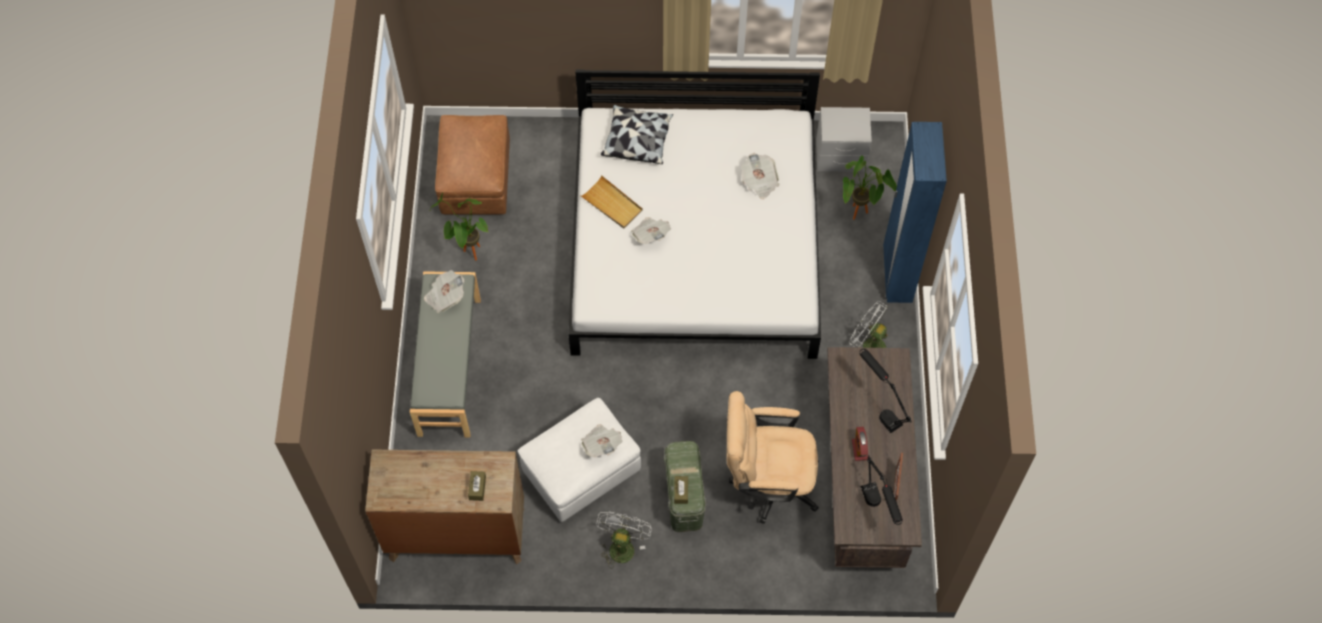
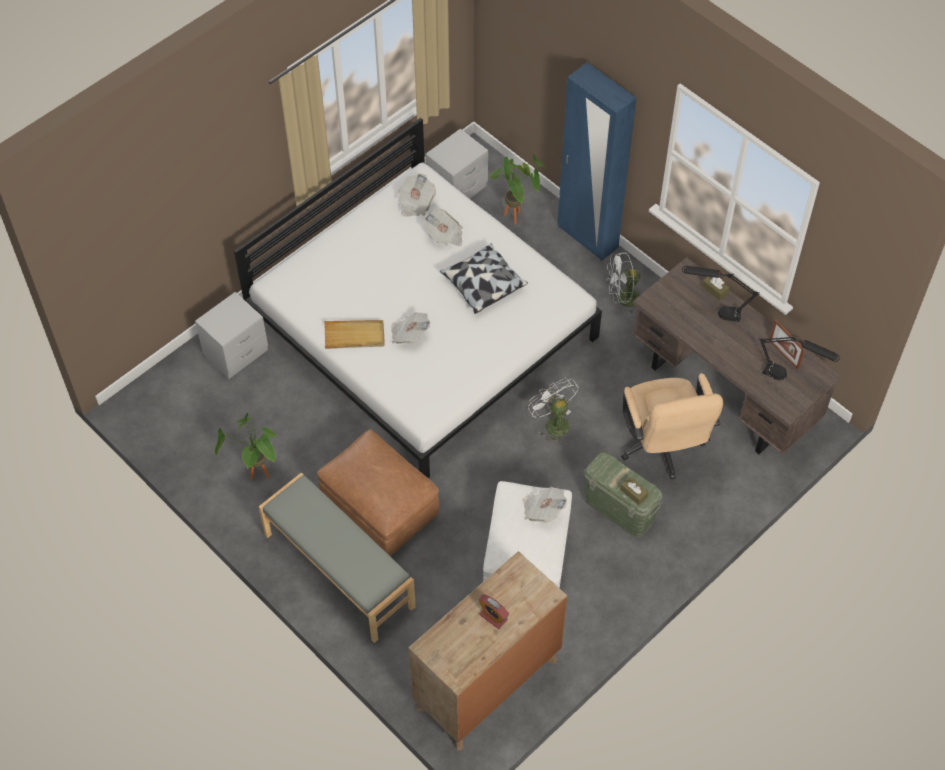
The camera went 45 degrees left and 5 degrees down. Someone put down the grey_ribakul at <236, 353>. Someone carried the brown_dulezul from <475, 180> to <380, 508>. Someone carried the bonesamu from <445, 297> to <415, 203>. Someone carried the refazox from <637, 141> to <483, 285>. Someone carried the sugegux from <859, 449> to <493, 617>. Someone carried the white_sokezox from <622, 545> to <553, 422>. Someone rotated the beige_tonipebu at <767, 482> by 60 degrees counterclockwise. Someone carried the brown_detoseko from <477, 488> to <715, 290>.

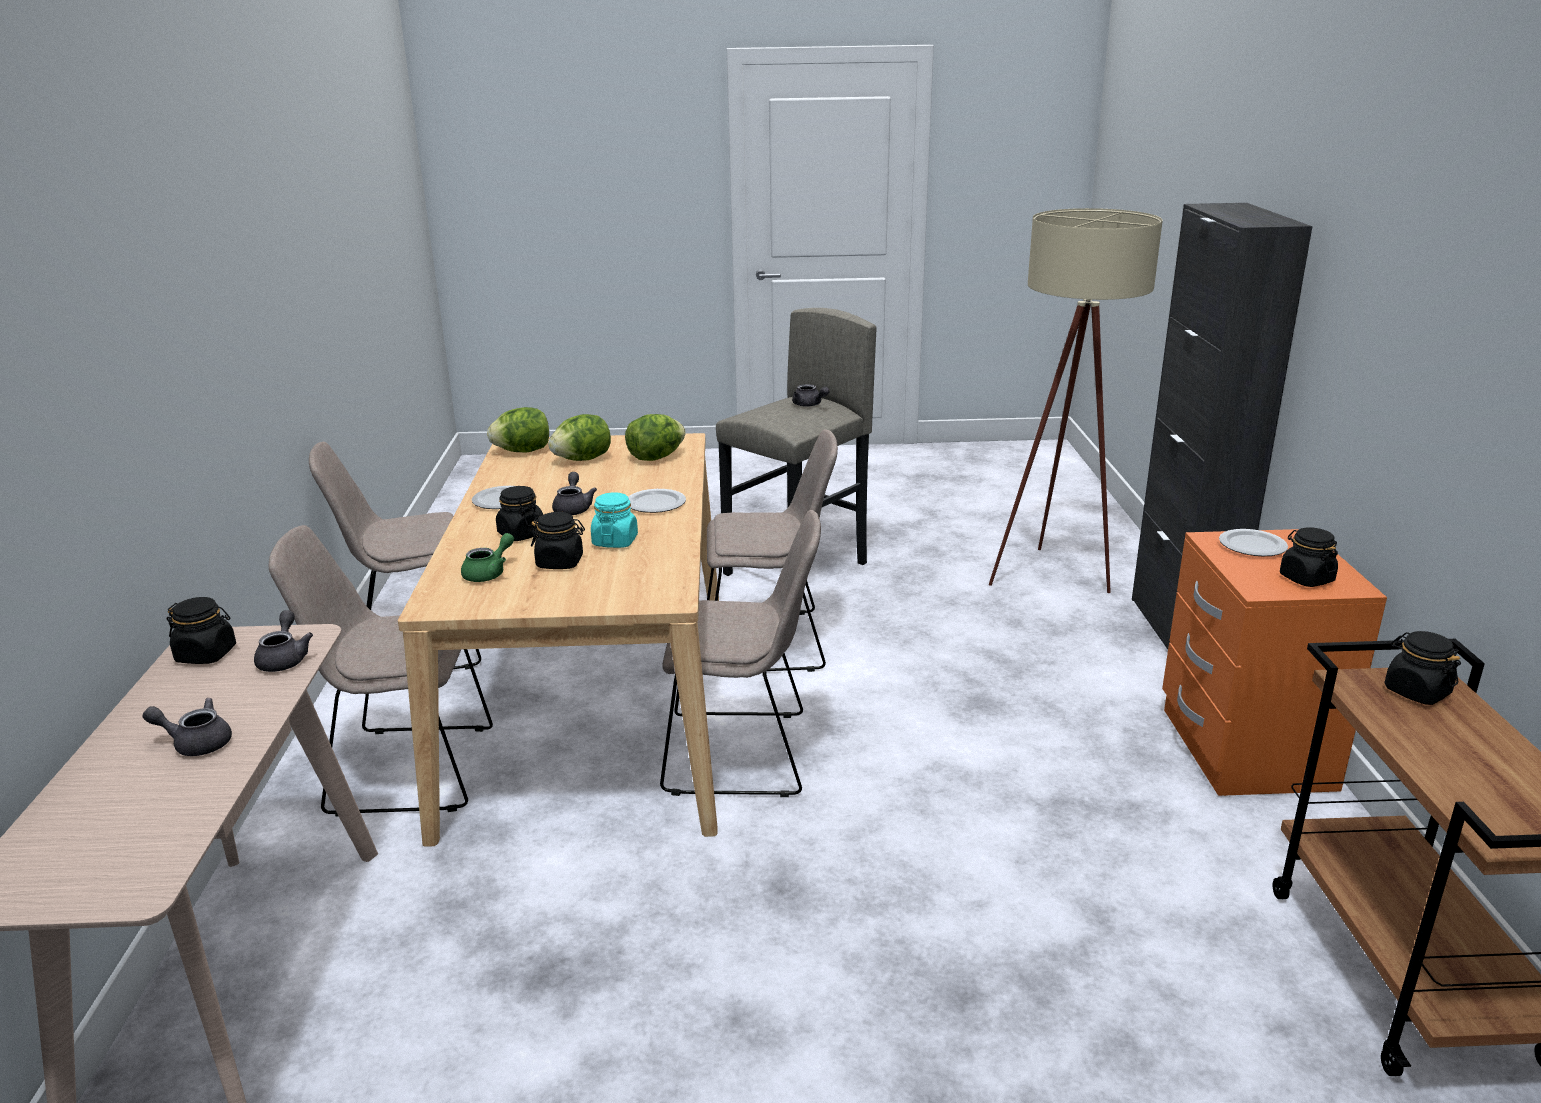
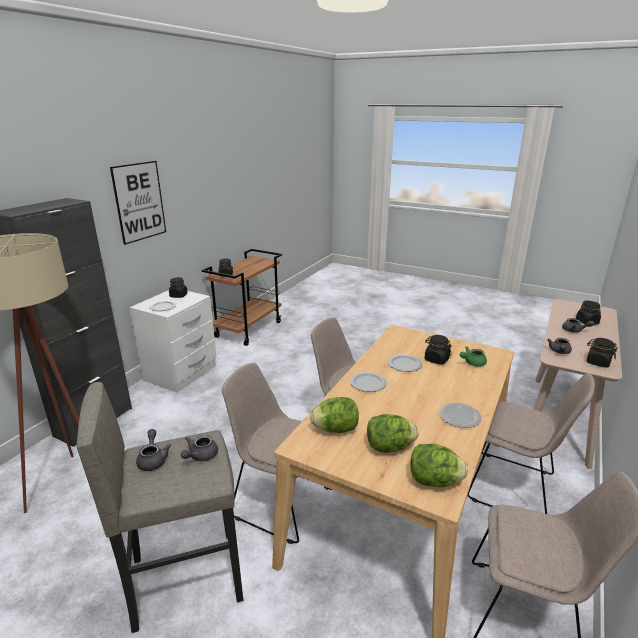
The camera went 150 degrees left and 0 degrees up. Someone put up the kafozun at <139, 202>. Someone repainted the orange_ribakul at <1243, 749>, which became the white_ribakul at <181, 373>. Someone carried the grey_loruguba from <573, 508> to <200, 456>. Someone swapped the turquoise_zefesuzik at <615, 541> for the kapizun at <404, 364>. Someone carried the black_zefesuzik from <521, 534> to <587, 322>.

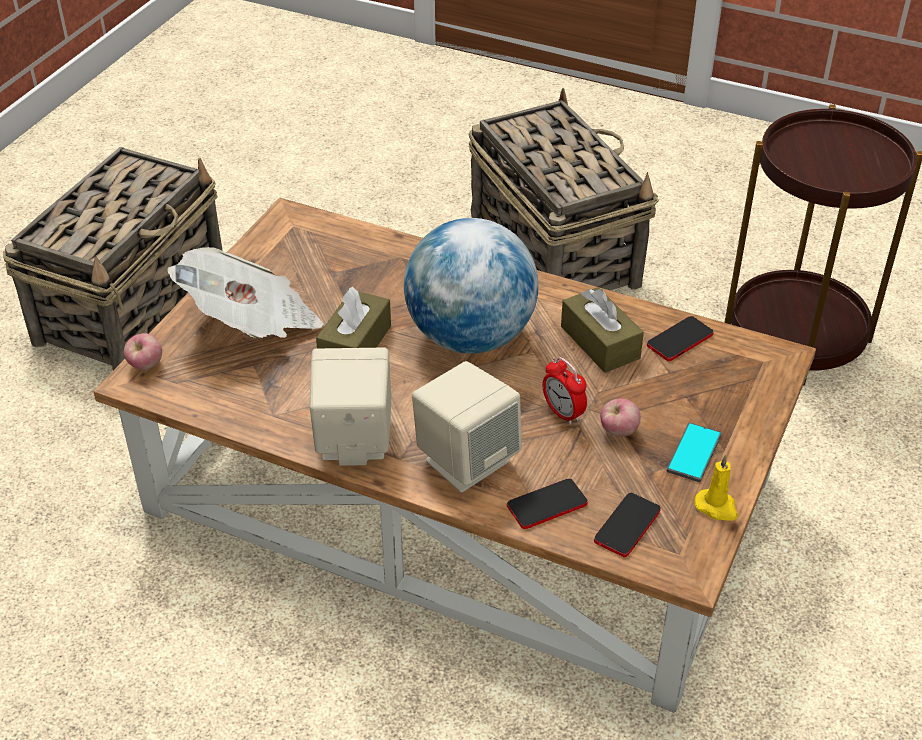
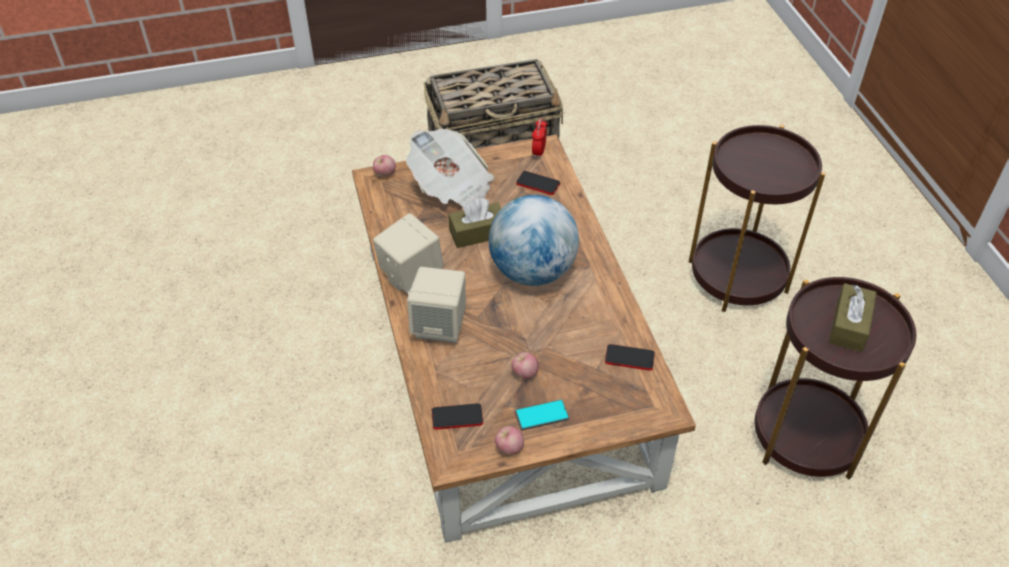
The camera went 50 degrees right and 5 degrees up. Someone swapped the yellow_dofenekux at <717, 507> for the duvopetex at <509, 448>. Someone carried the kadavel from <547, 505> to <538, 184>. Someone carried the sugegux from <563, 413> to <538, 152>. Someone swapped the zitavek at <553, 250> for the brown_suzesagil at <737, 276>. Someone carried the brown_detoseko from <600, 342> to <849, 325>.

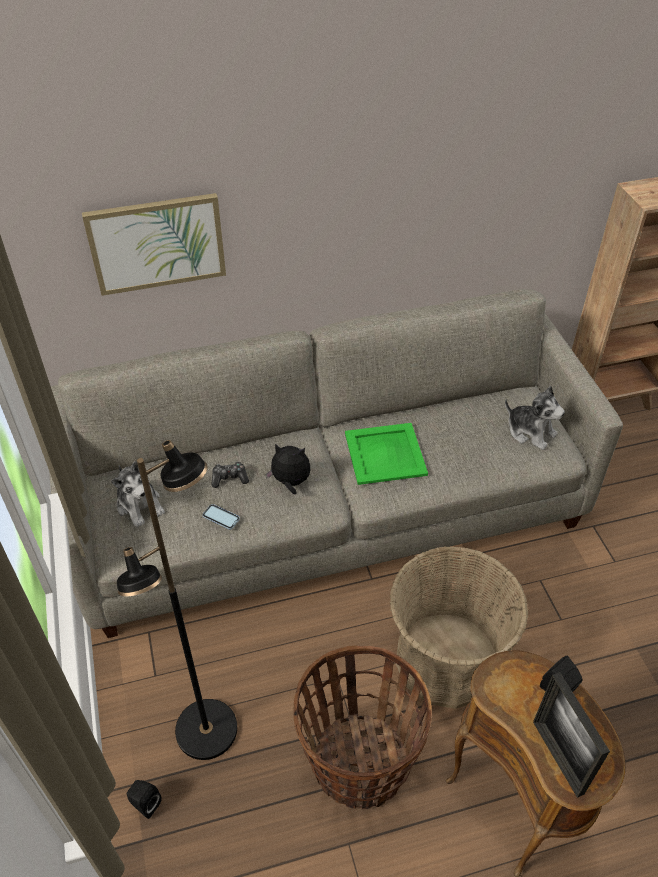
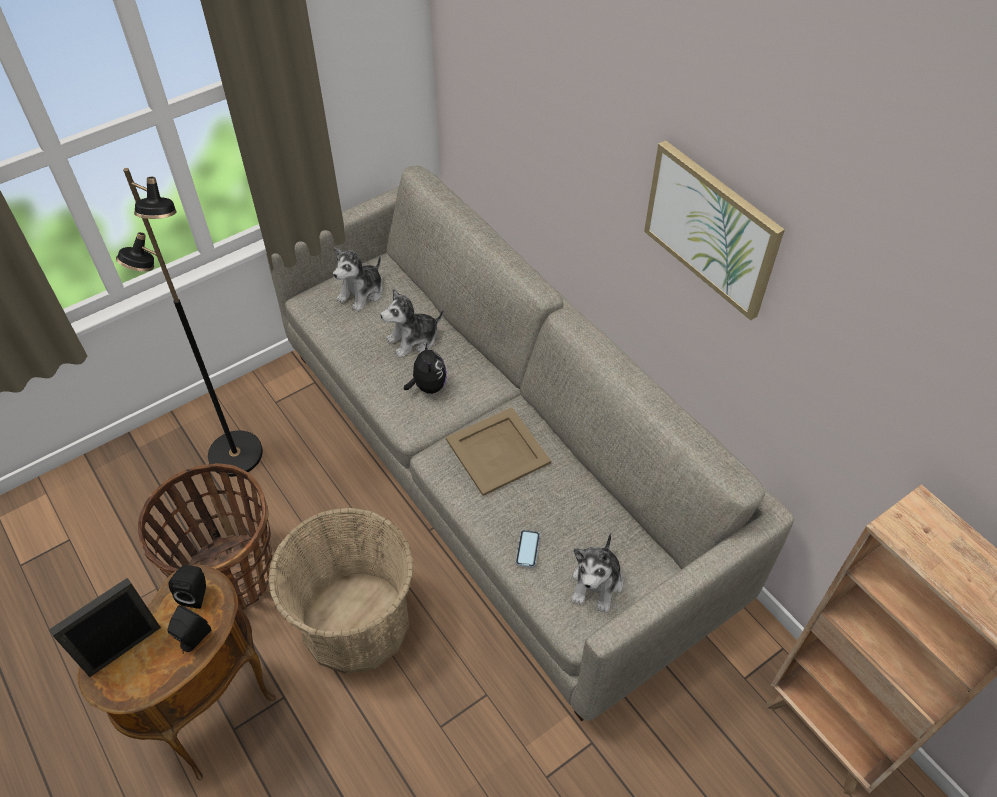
The camera went 70 degrees right and 5 degrees up. Someone carried the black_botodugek from <145, 804> to <196, 594>. Someone swapped the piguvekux at <229, 478> for the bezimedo at <413, 340>. Someone repainted the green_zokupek at <384, 454>, which became the beige_zokupek at <496, 451>. Someone carried the kadavel from <221, 517> to <527, 549>. Someone carried the kafozun from <157, 243> to <711, 228>.

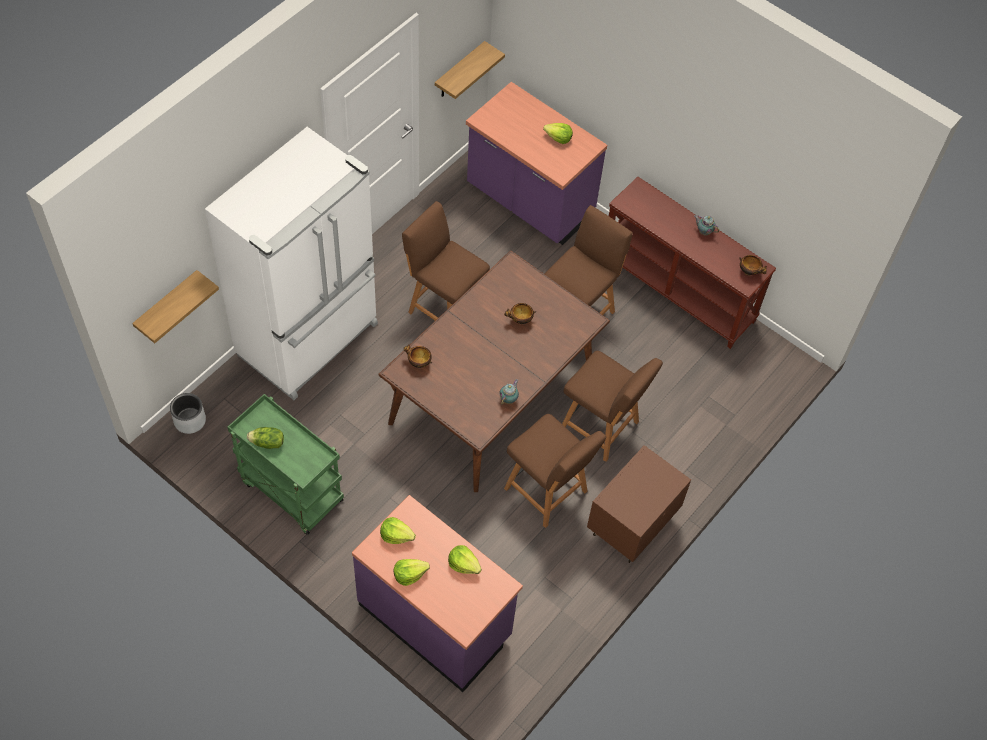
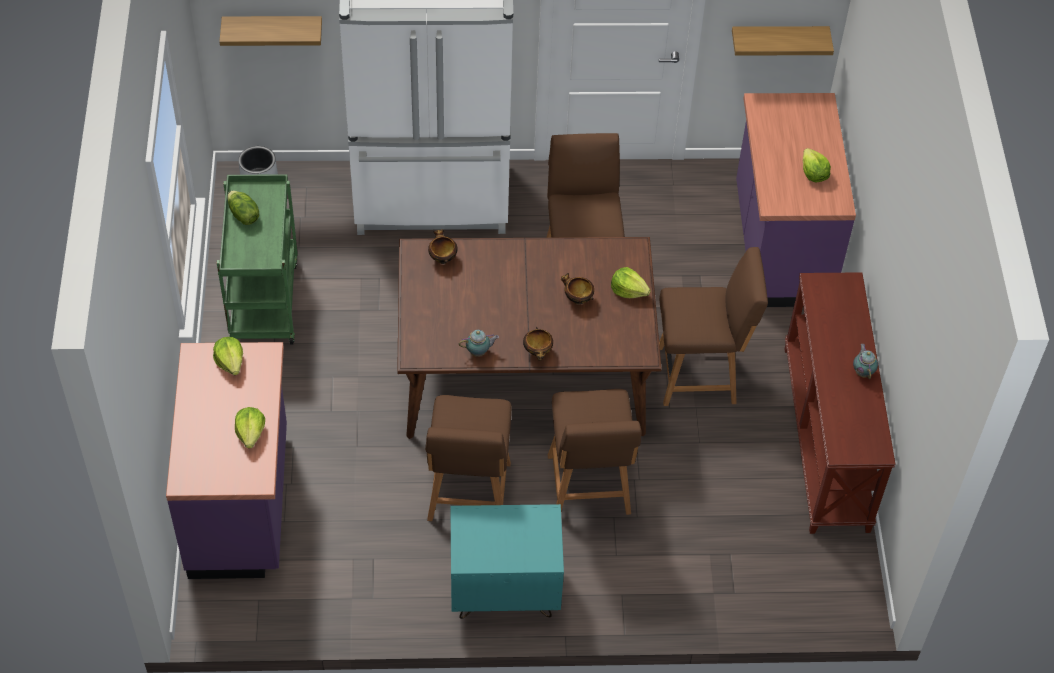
The camera went 50 degrees right and 5 degrees down. Someone repainted the brown_ribakul at <631, 526>, which became the turquoise_ribakul at <504, 592>. Someone carried the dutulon from <749, 272> to <538, 353>. Someone carried the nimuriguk from <409, 574> to <628, 290>.

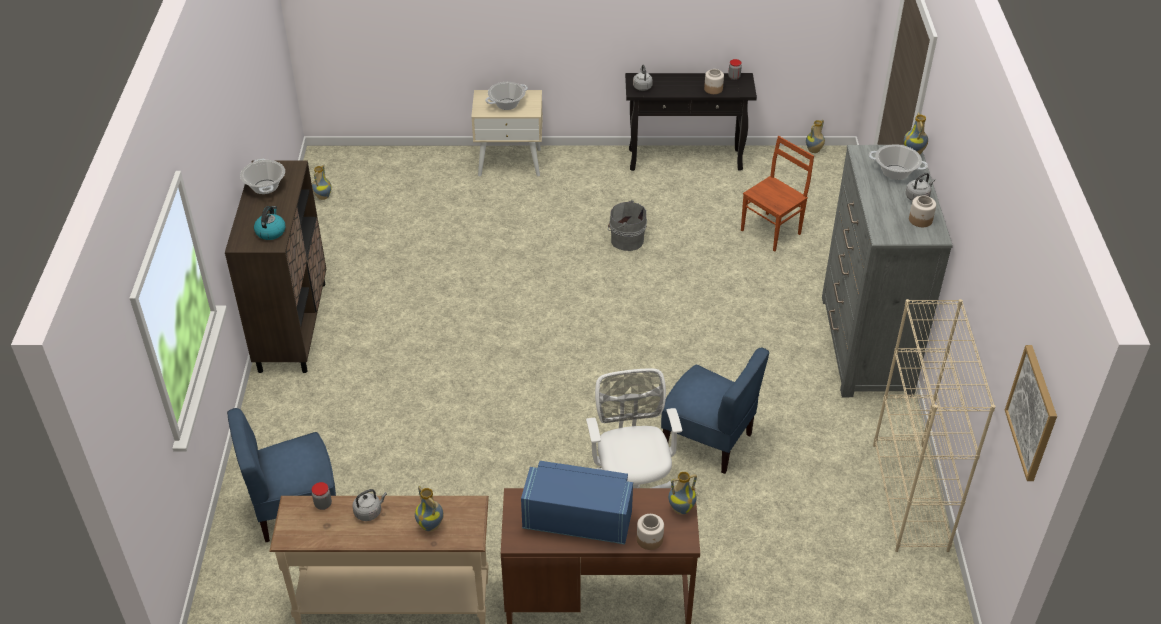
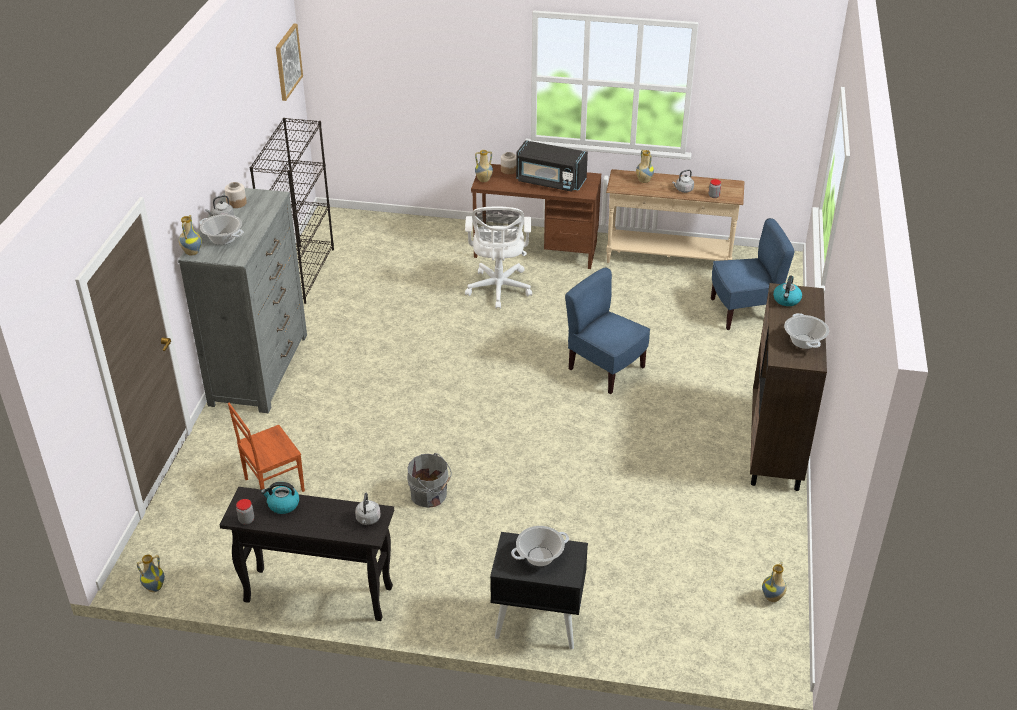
The camera went 170 degrees left and 5 degrees down. Someone repainted the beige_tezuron at <910, 497>, which became the black_tezuron at <302, 273>. Someone swapped the zefesuzik at <713, 89> for the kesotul at <283, 505>. Someone repainted the beige_ribakul at <510, 162>, which became the black_ribakul at <537, 621>. Someone repainted the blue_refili at <578, 520>, which became the black_refili at <550, 181>. Someone carried the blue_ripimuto from <708, 441> to <605, 369>.

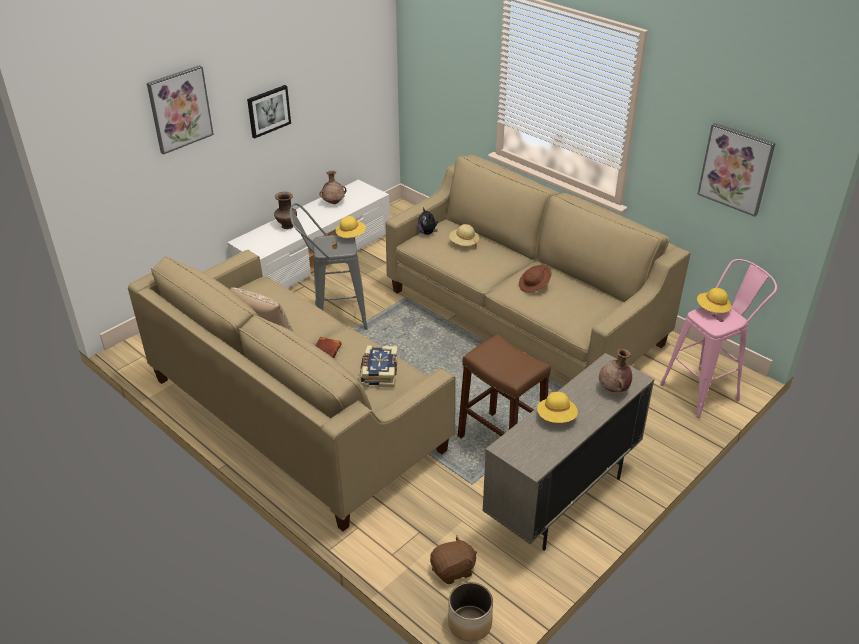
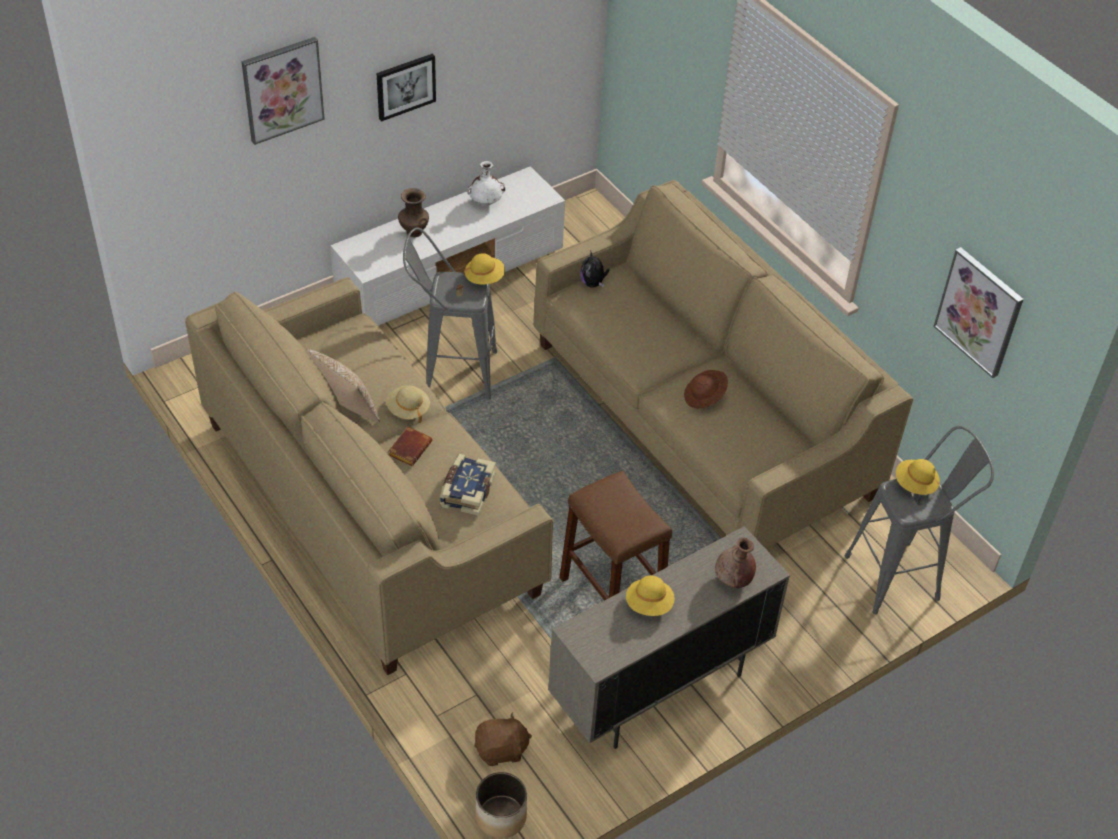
The camera went 10 degrees right and 10 degrees up. Someone carried the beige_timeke from <464, 243> to <408, 409>. Someone repainted the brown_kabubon at <334, 202>, which became the white_kabubon at <486, 202>. Someone repainted the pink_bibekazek at <705, 390>, which became the grey_bibekazek at <902, 576>.

